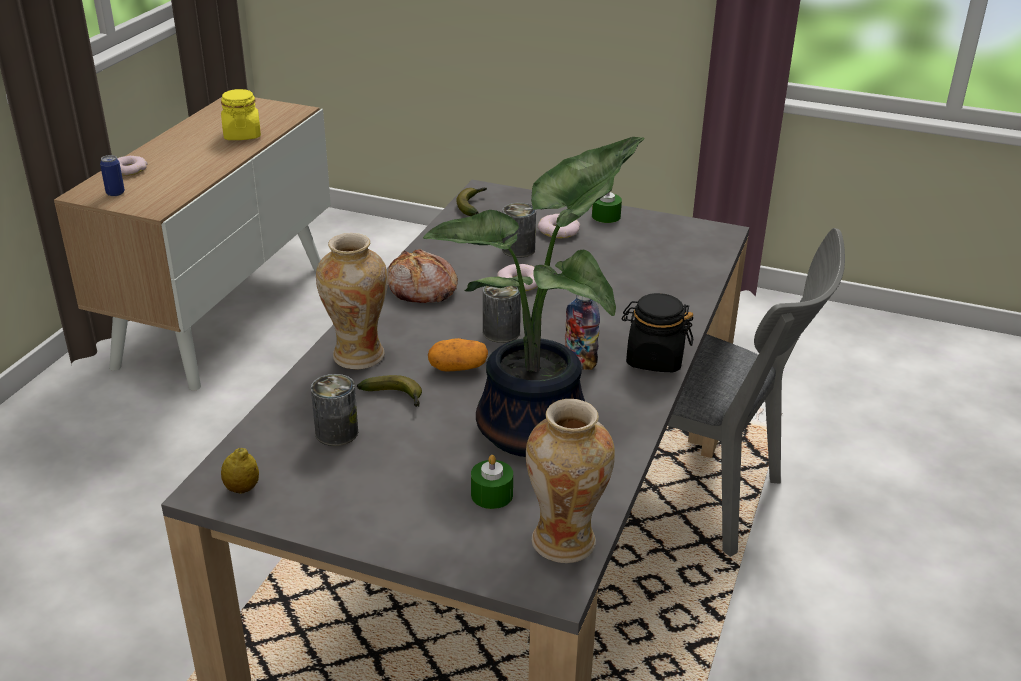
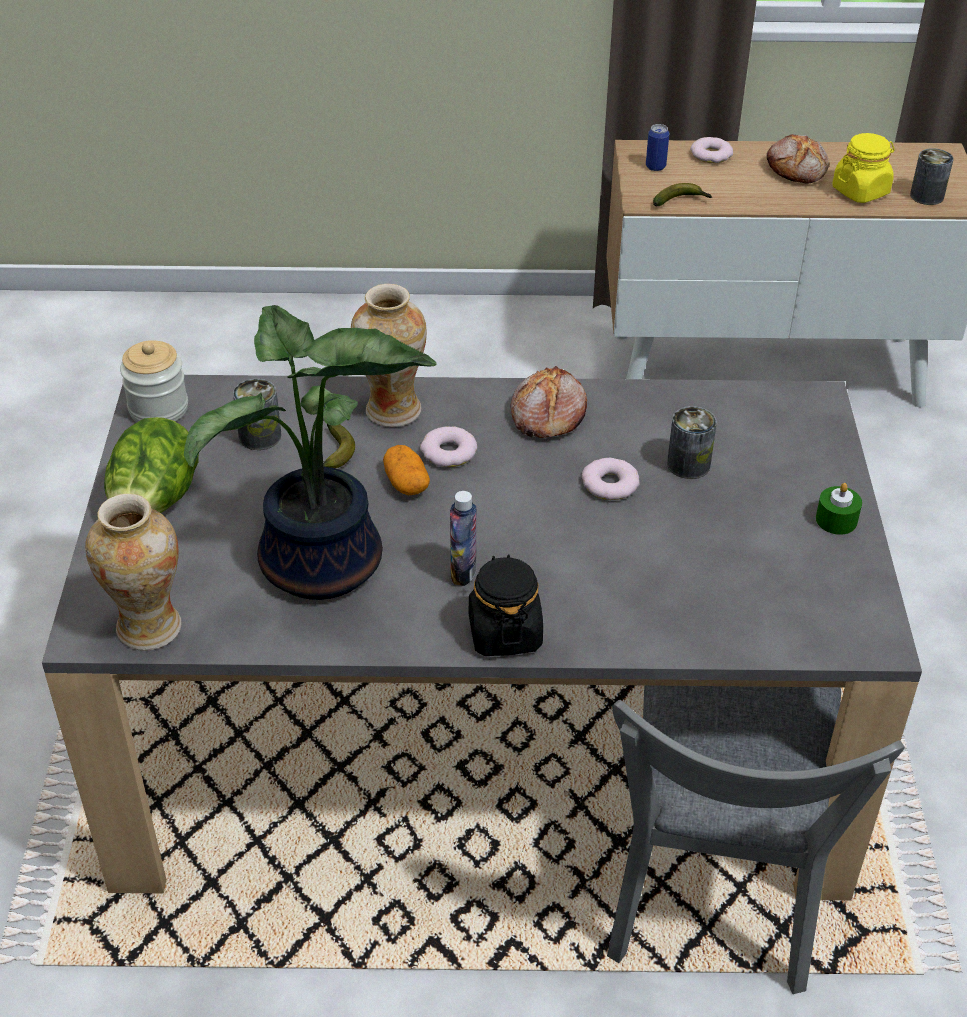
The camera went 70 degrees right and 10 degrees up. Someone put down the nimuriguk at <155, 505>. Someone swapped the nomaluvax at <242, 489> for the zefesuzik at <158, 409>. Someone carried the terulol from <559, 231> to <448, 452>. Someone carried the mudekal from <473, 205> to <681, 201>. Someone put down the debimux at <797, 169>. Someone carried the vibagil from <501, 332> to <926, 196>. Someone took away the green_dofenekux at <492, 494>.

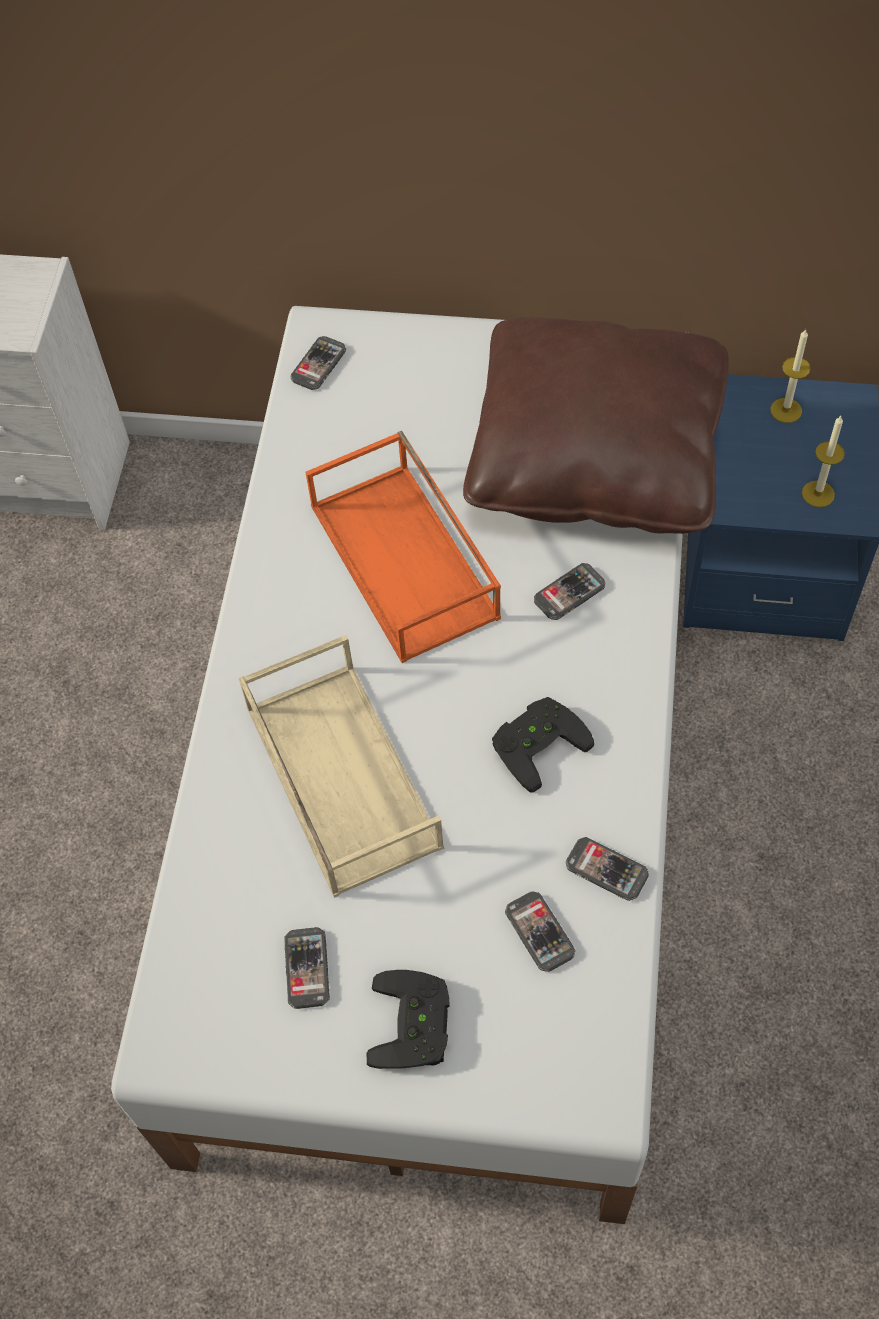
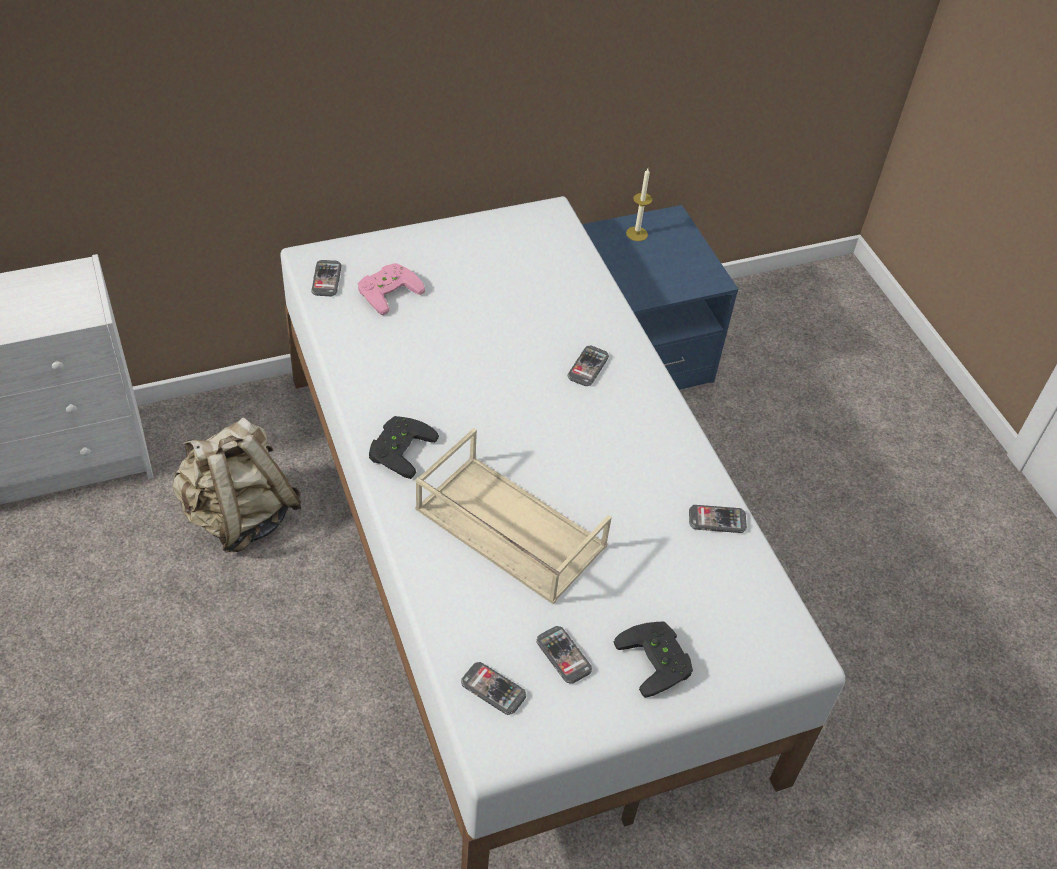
The camera went 35 degrees left and 10 degrees down. Someone put down the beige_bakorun at <239, 516>. Someone put down the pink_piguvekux at <387, 290>. Someone carried the black_piguvekux from <536, 741> to <398, 448>. Someone carried the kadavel from <539, 932> to <493, 689>. Someone took away the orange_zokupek at <407, 562>. Someone took away the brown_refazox at <595, 454>. Someone took away the dofenekux at <818, 494>.

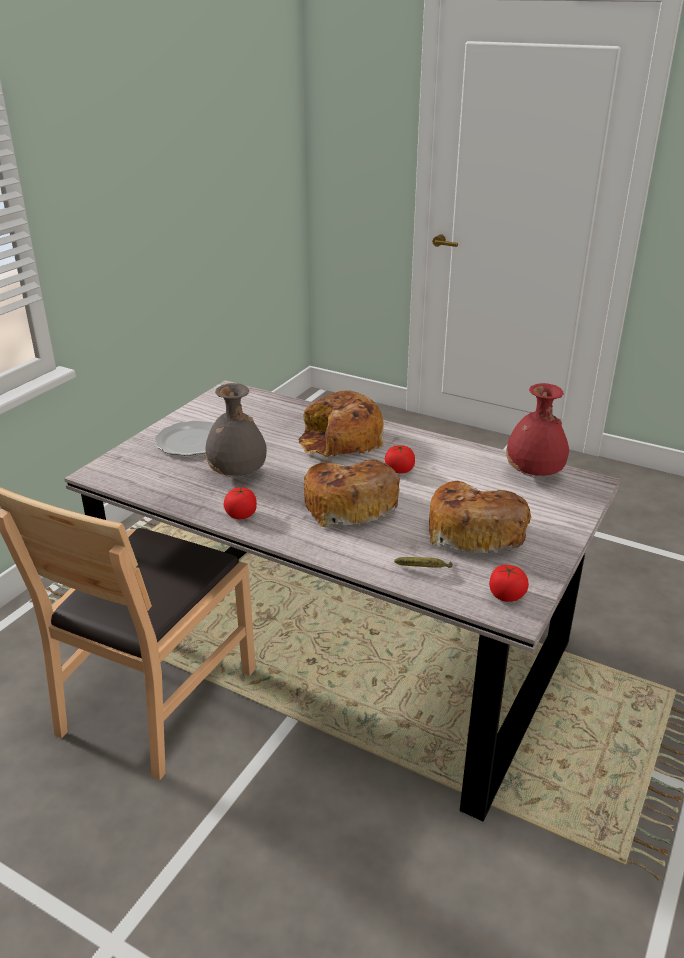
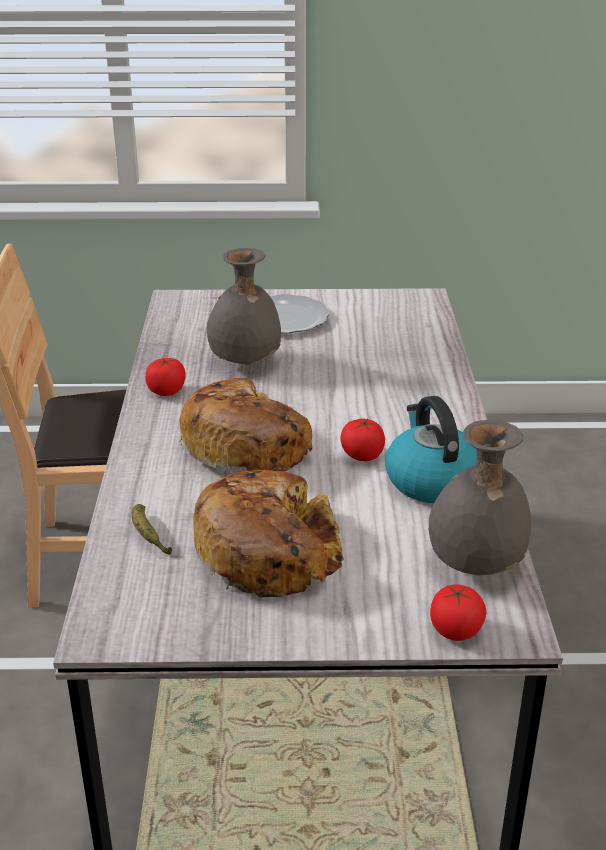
The camera went 60 degrees right and 0 degrees up. Someone put down the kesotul at <431, 480>. Someone repainted the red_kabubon at <534, 474>, which became the grey_kabubon at <474, 566>. Someone carried the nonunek from <506, 595> to <455, 630>. Someone took away the debimux at <340, 441>.

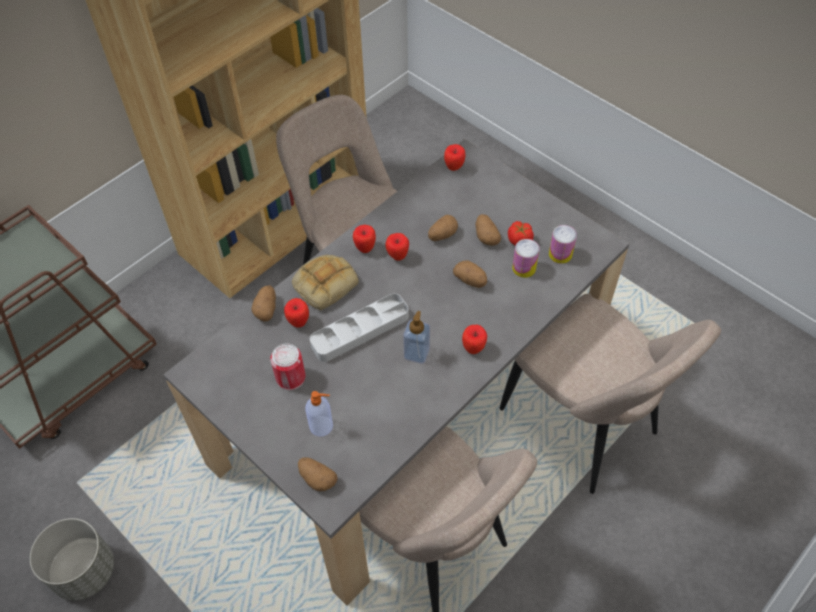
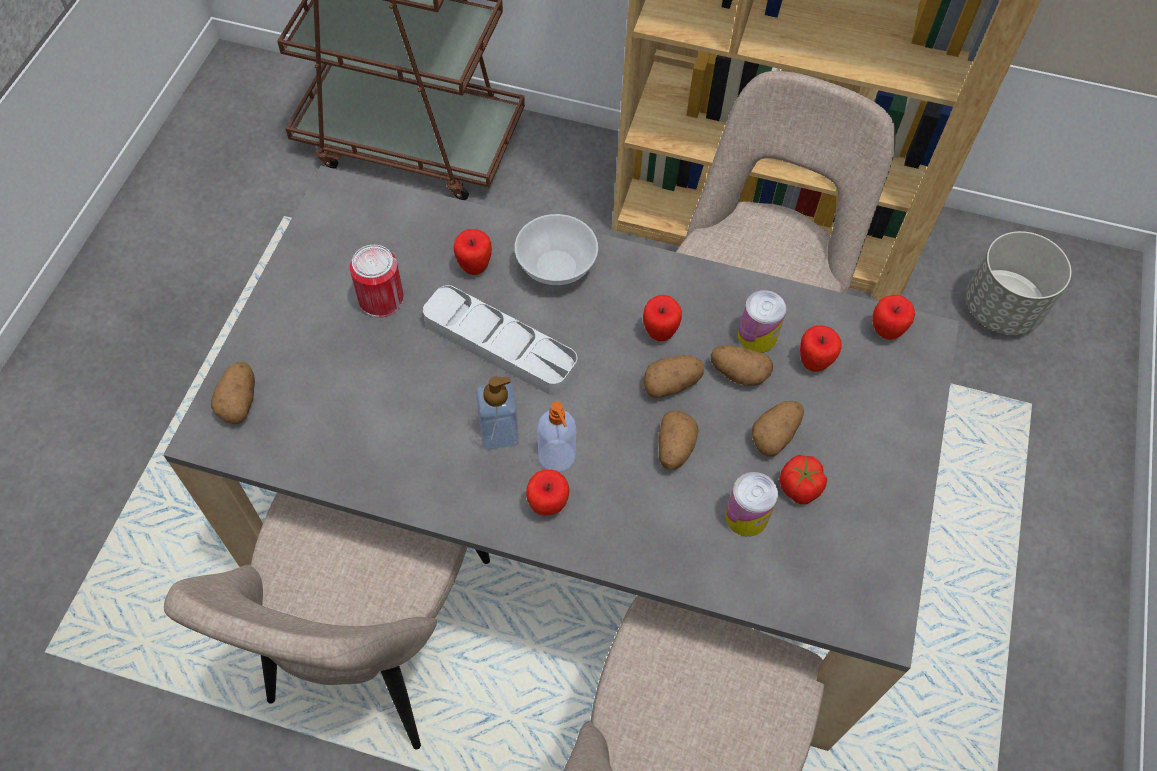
The camera went 60 degrees right and 5 degrees up. Someone swapped the debimux at <325, 283> for the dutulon at <557, 267>. Someone carried the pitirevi from <322, 426> to <557, 457>. Someone carried the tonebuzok from <266, 309> to <671, 384>. Someone carried the vibagil from <560, 254> to <757, 336>. Someone carried the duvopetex from <365, 248> to <813, 362>. Someone carried the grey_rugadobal from <84, 571> to <1001, 308>.

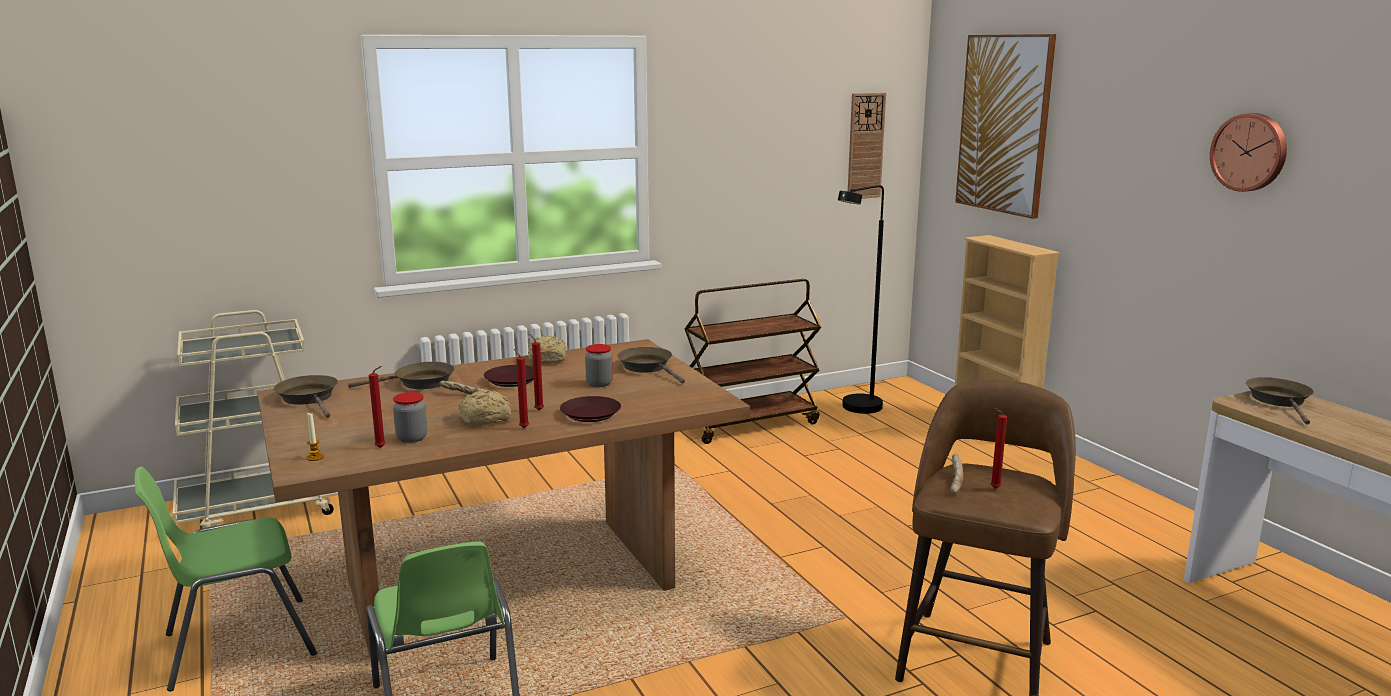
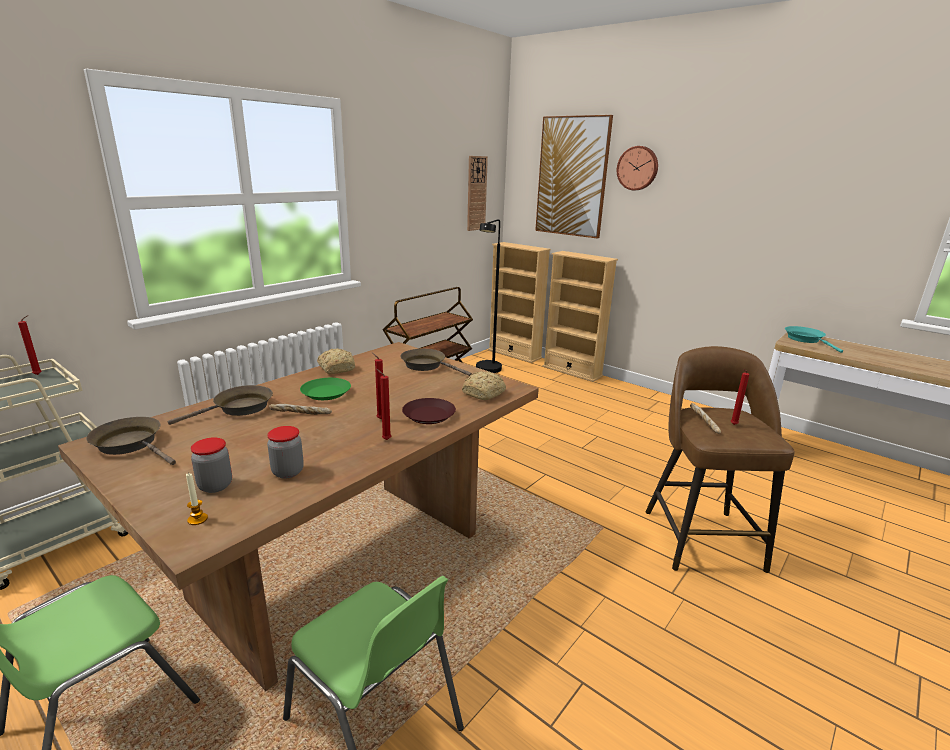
The camera went 25 degrees left and 5 degrees up. Someone carried the red_dofenekux from <382, 448> to <39, 374>. Someone carried the zefesuzik from <599, 383> to <215, 486>. Someone repainted the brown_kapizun at <511, 380>, which became the green_kapizun at <325, 393>. Someone carried the debimux from <486, 418> to <484, 393>. Someone put down the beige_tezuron at <514, 354>. Someone carried the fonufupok from <1250, 152> to <638, 168>. Someone repainted the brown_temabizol at <1280, 401>, which became the turquoise_temabizol at <806, 340>.

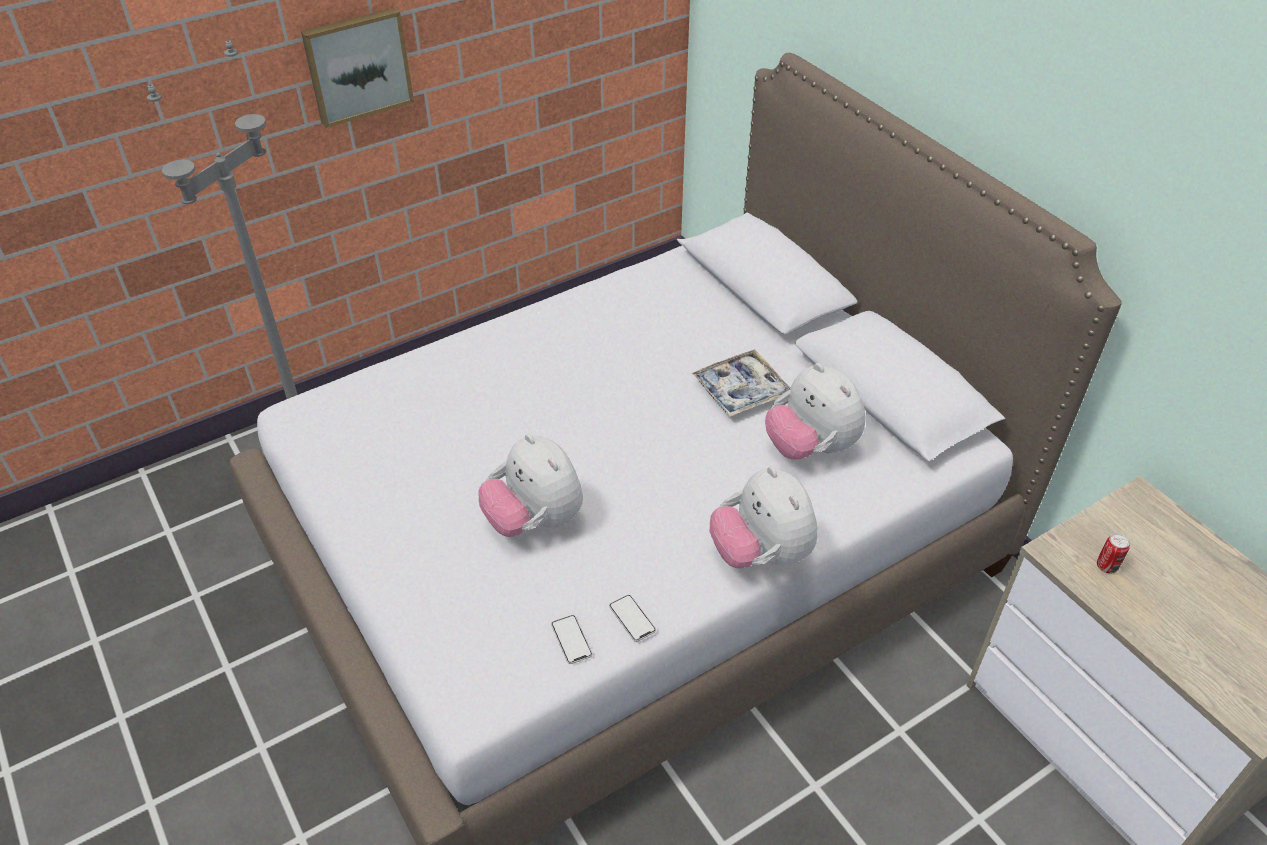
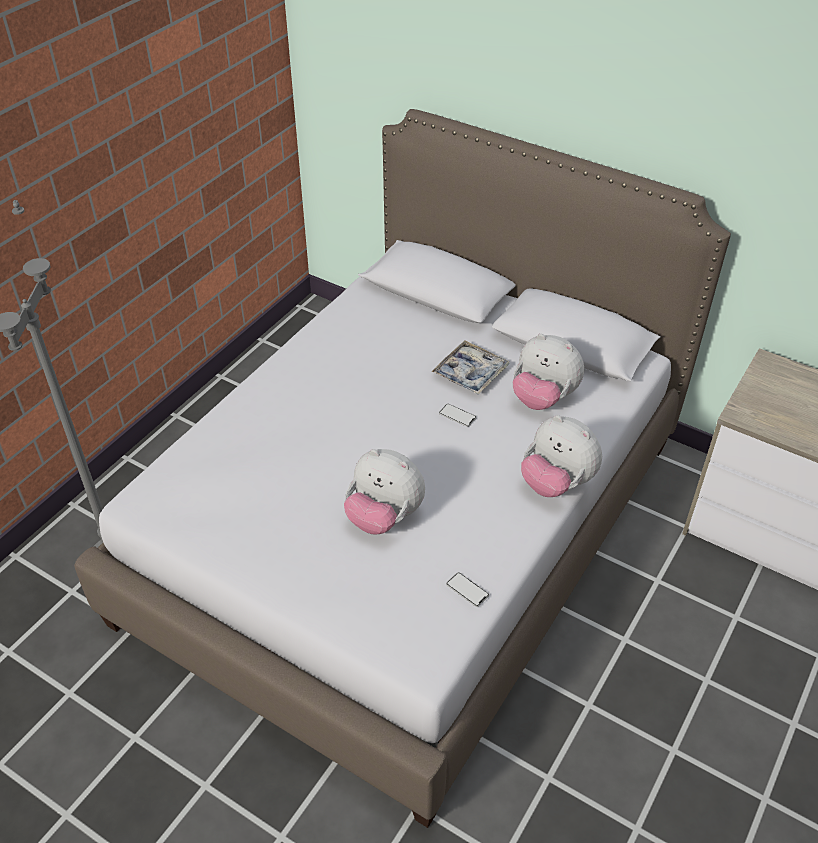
The camera went 25 degrees left and 0 degrees up. Someone carried the kadavel from <632, 618> to <457, 415>. Someone took away the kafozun at <357, 66>. Someone took away the vibagil at <1106, 566>.

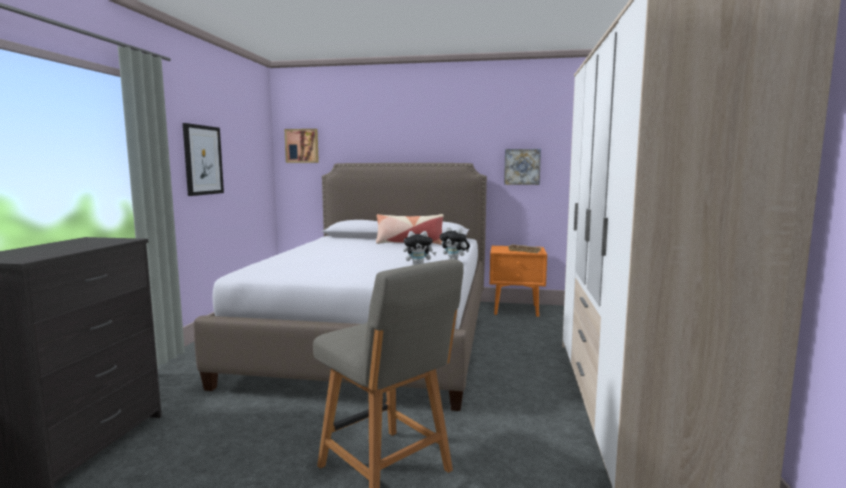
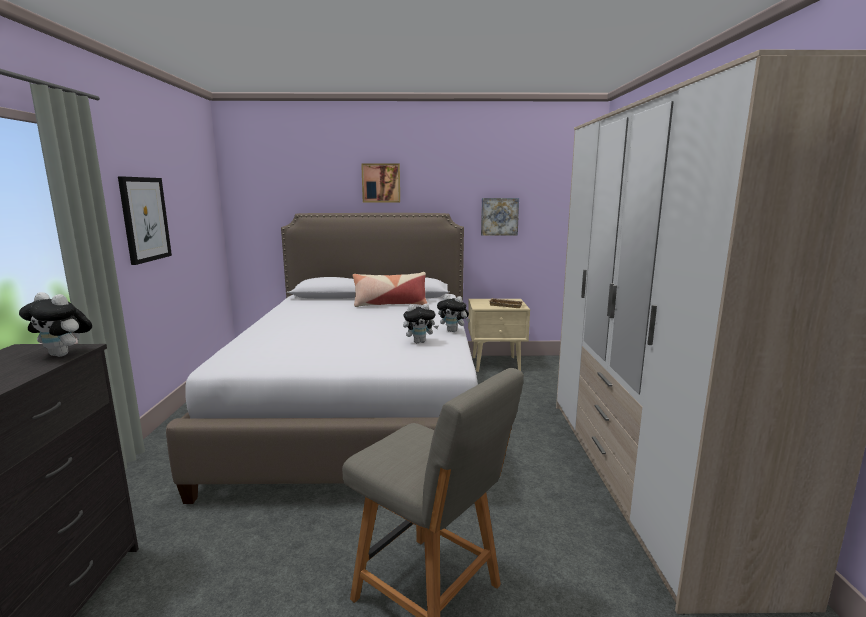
The camera went 10 degrees left and 5 degrees up. Someone put down the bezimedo at <64, 354>. Someone carried the kafozun from <302, 146> to <381, 183>. Someone repainted the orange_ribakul at <516, 310>, which became the beige_ribakul at <496, 364>.

